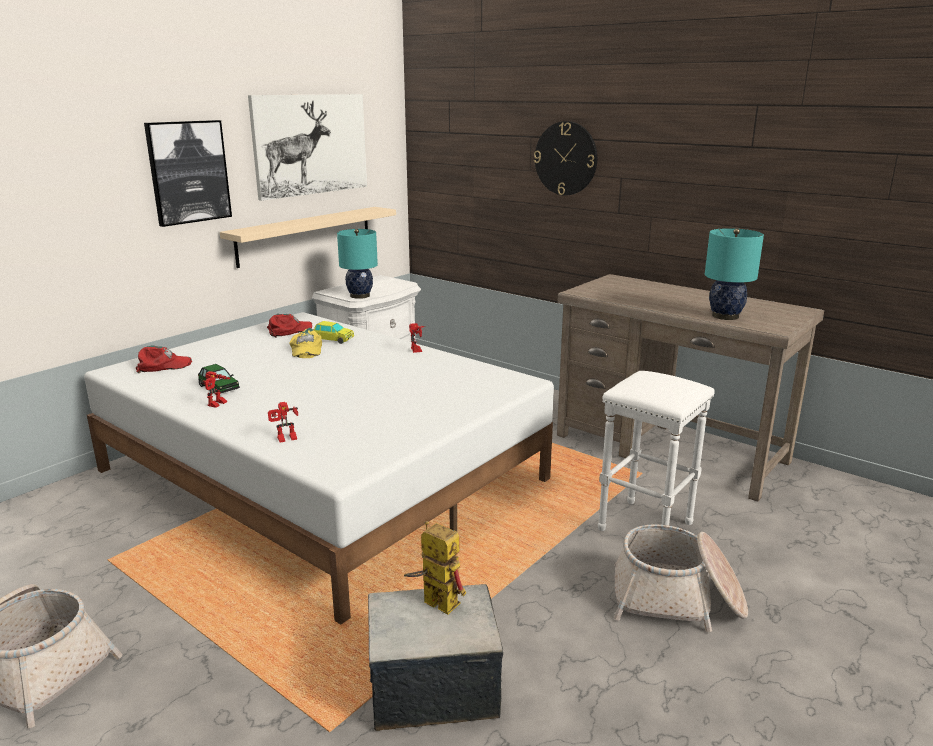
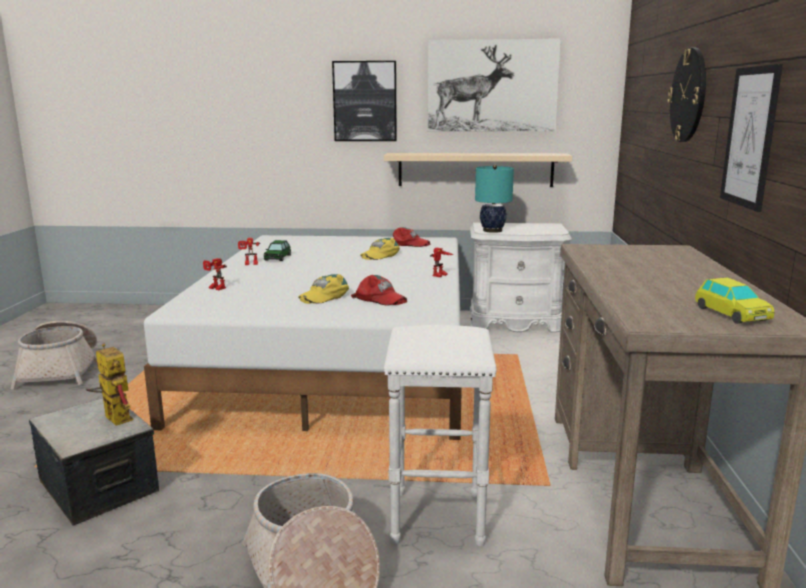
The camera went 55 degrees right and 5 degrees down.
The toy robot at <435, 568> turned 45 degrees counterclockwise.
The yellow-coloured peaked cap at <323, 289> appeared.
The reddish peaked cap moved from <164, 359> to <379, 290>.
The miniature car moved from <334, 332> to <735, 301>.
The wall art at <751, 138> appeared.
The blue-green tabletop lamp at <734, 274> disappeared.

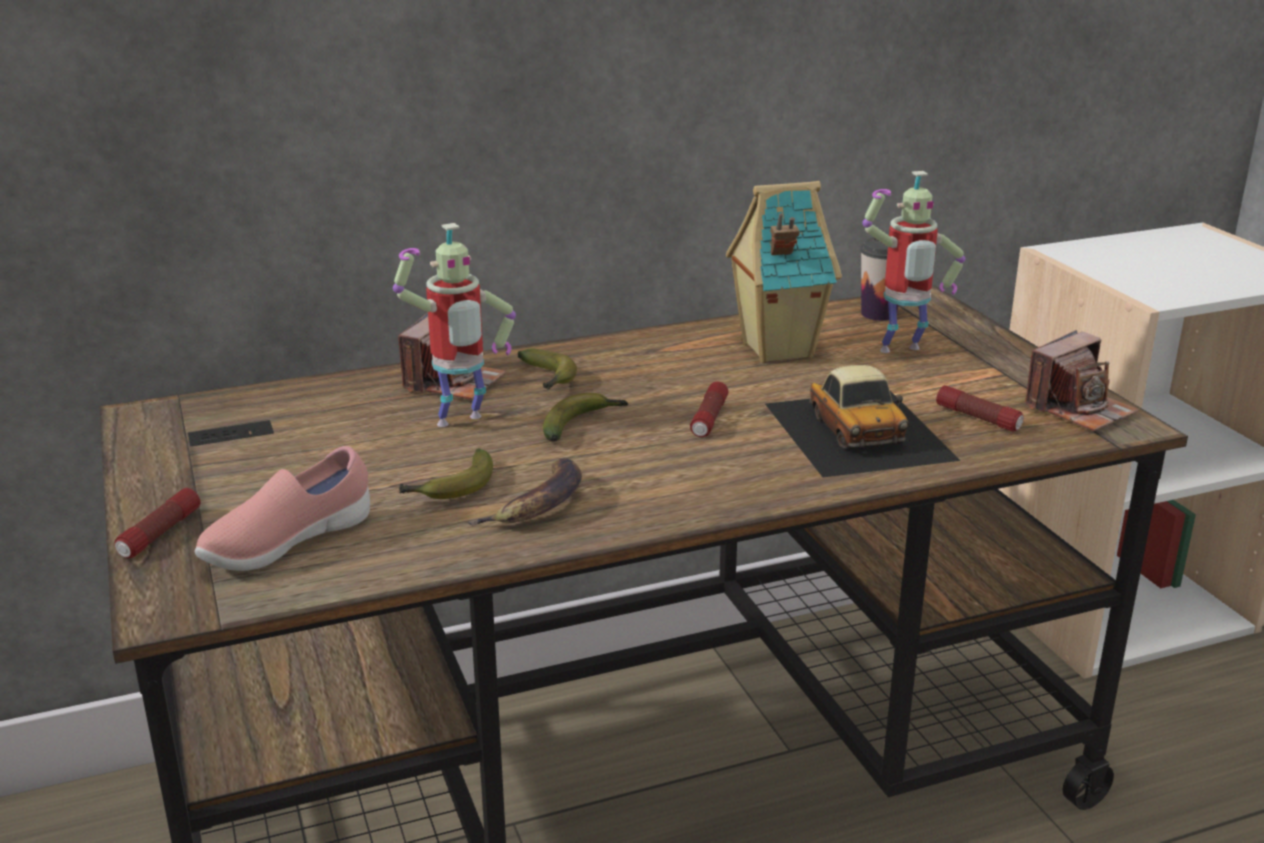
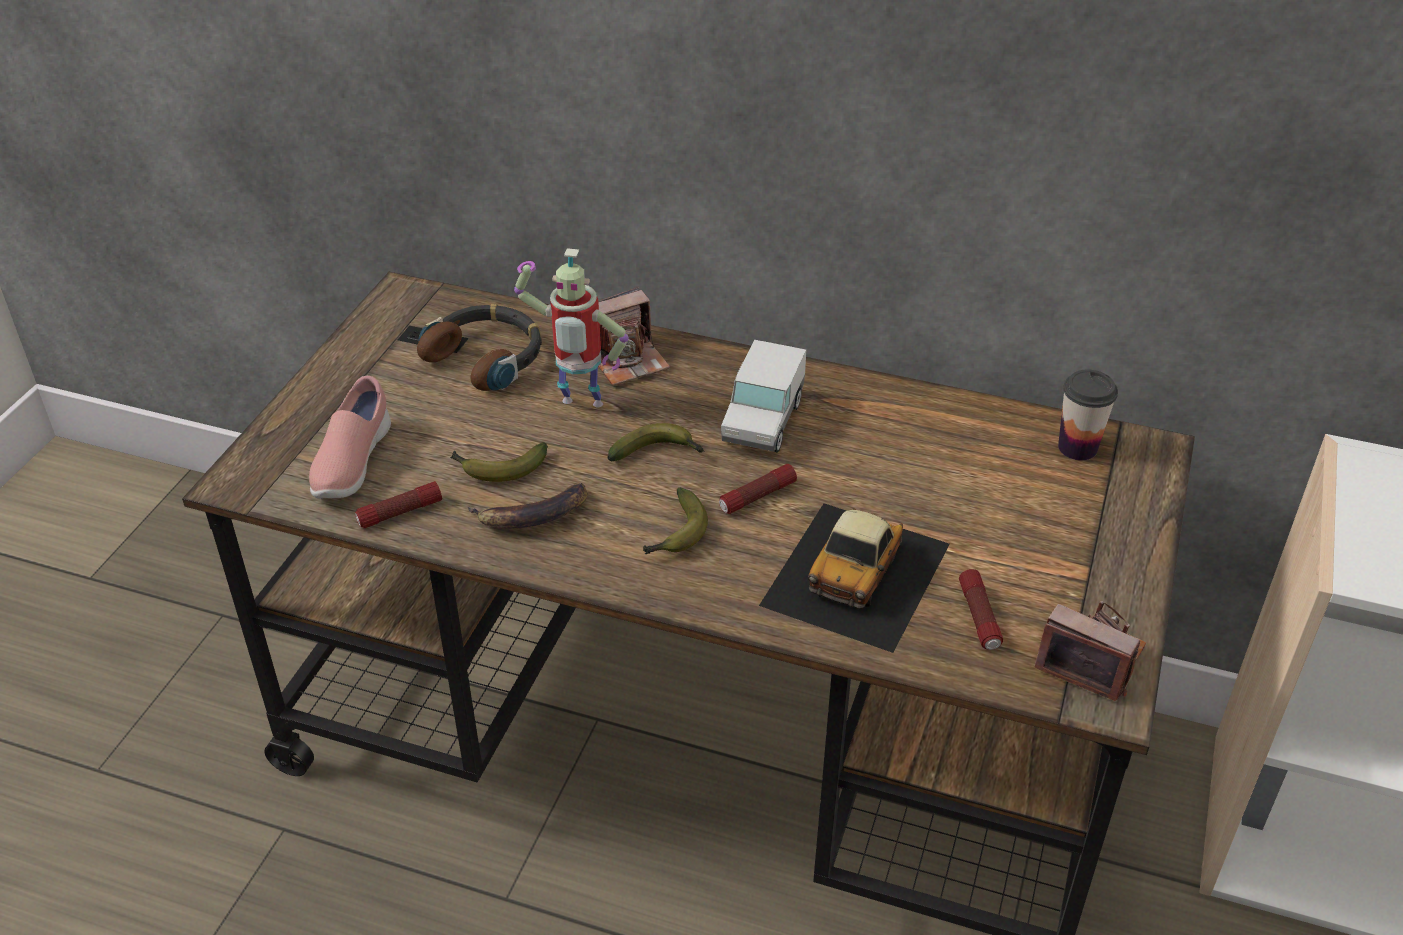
The camera went 40 degrees right and 15 degrees up.
The pink low shoe at <282, 508> turned 75 degrees counterclockwise.
The flashlight moved from <157, 523> to <398, 504>.
The pair of headphones at <479, 347> appeared.
The whole banana moved from <547, 369> to <675, 520>.
The toy lorry at <763, 396> appeared.
The photo camera at <1082, 380> turned 150 degrees counterclockwise.
The miniature house at <784, 272> disappeared.
The toy robot at <913, 262> disappeared.

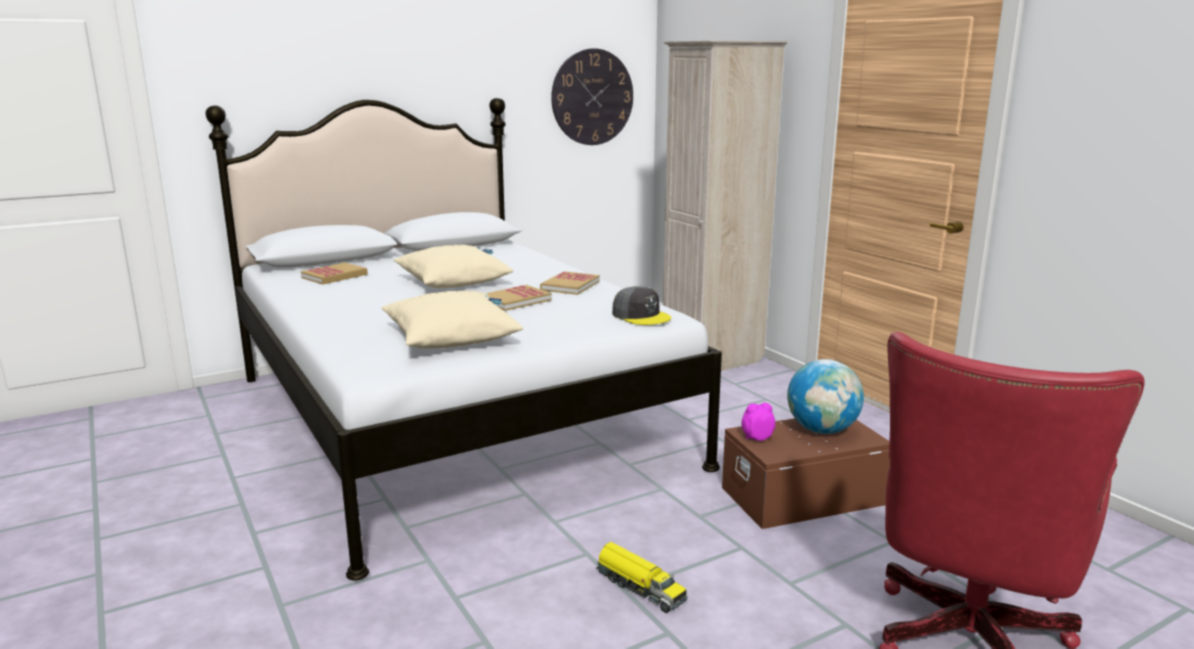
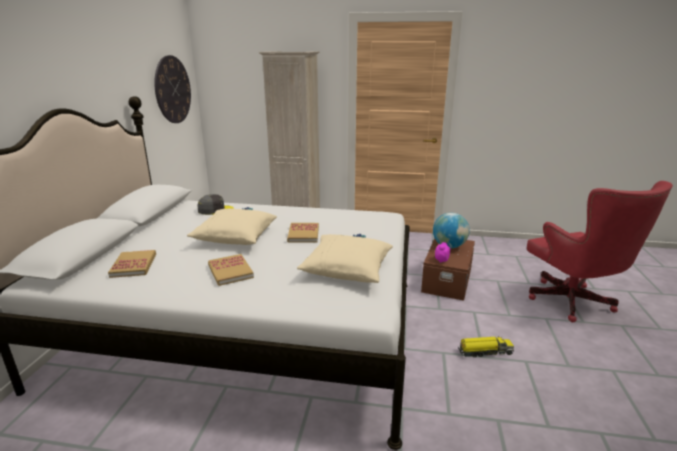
The camera went 50 degrees left and 5 degrees up.
The greyish peaked cap moved from <641, 305> to <215, 204>.
The volume moved from <569, 283> to <231, 270>.

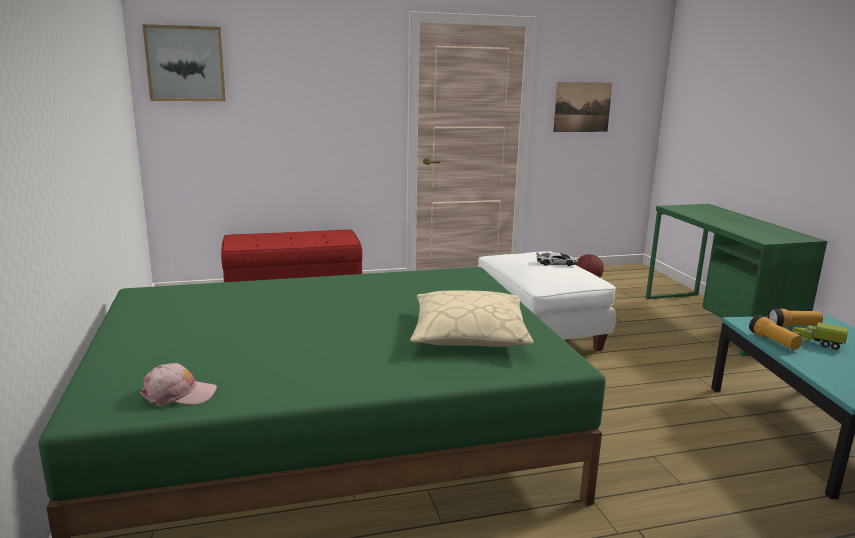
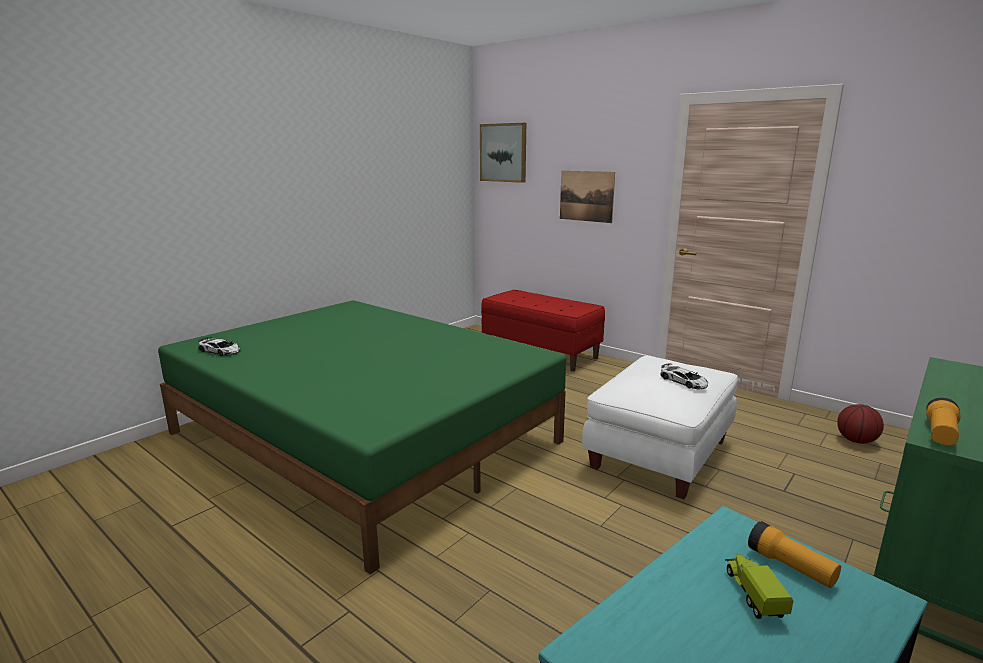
The camera went 55 degrees right and 0 degrees up.
The pink peaked cap at <178, 384> was replaced by the miniature car at <219, 346>.
The wall art moved from <582, 107> to <587, 197>.
The flashlight moved from <776, 332> to <943, 421>.
The beige cushion at <472, 319> disappeared.

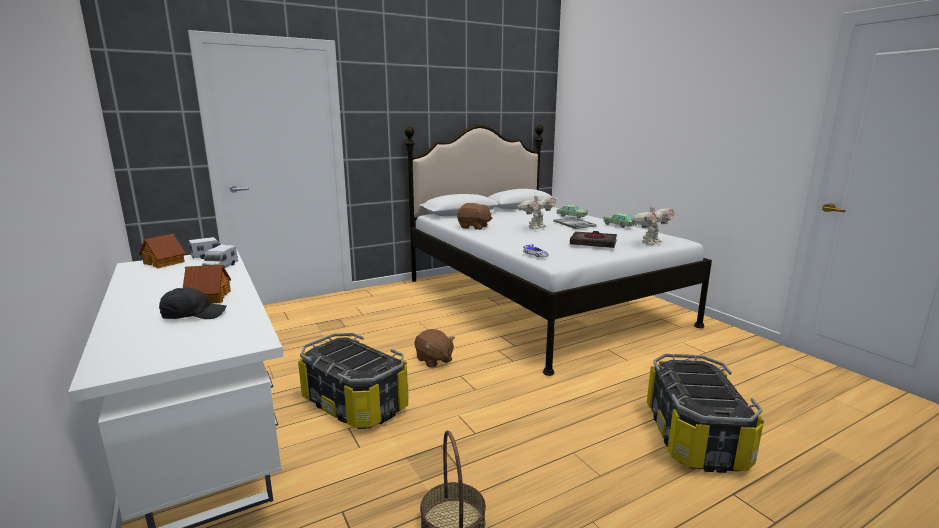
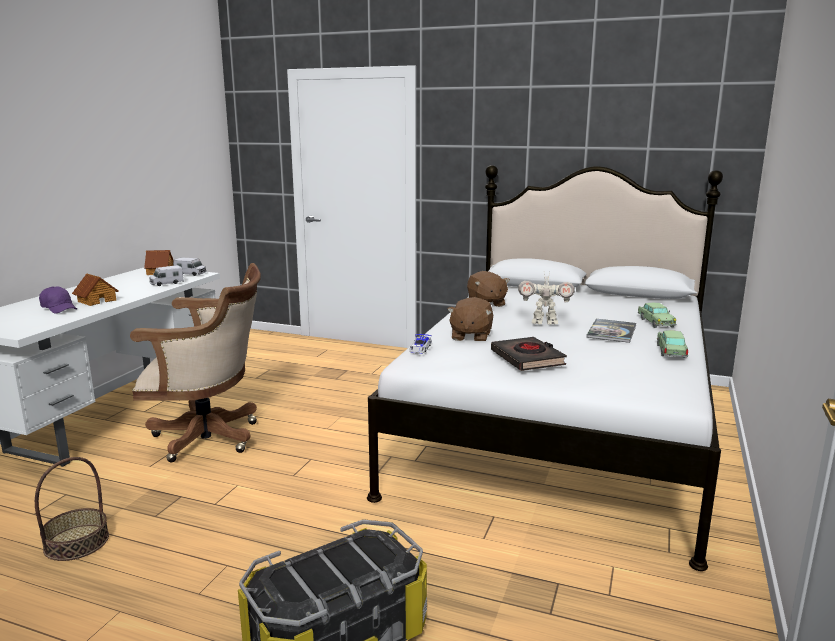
The camera went 50 degrees right and 0 degrees up.
The blackish peaked cap at <193, 303> became the purplish peaked cap at <58, 300>.
The storage box at <353, 381> was replaced by the desk chair at <195, 363>.
The brown-coloured plush toy moved from <435, 348> to <470, 319>.
The toy robot at <653, 224> disappeared.

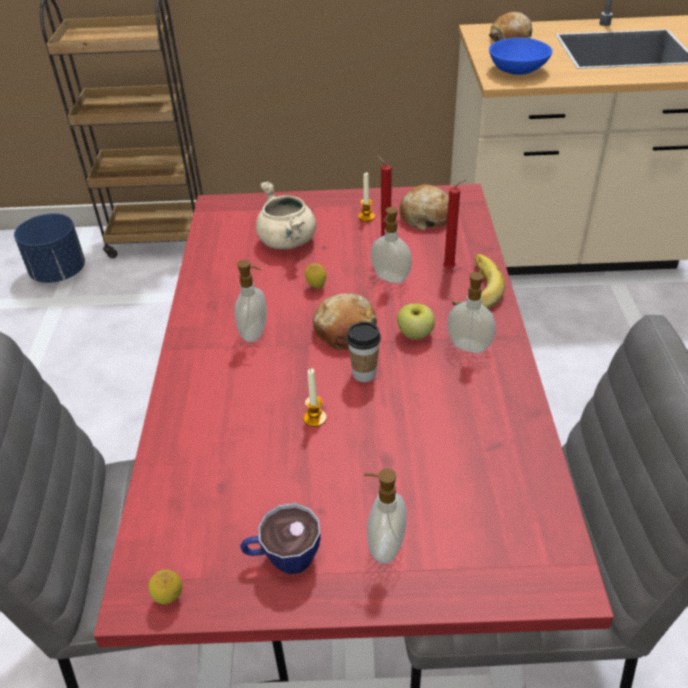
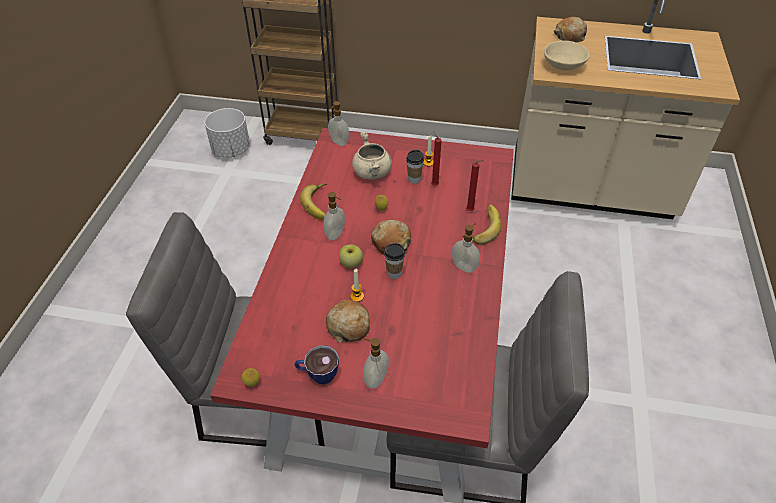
The camera went 10 degrees right and 5 degrees up.
The blue flower pot at <49, 248> became the white flower pot at <227, 132>.
The whole banana at <313, 201> appeared.
The bakery bread moved from <424, 207> to <348, 321>.
The soap dispenser moved from <391, 245> to <338, 123>.
The apple fruit moved from <416, 321> to <351, 256>.
The small cup at <415, 167> appeared.
The blue serving bowl at <520, 56> became the beige serving bowl at <567, 55>.

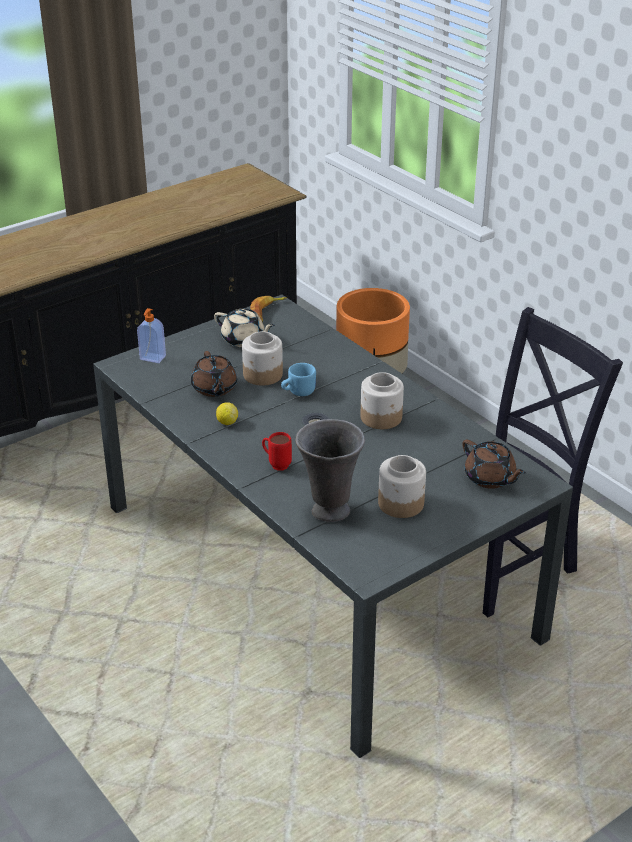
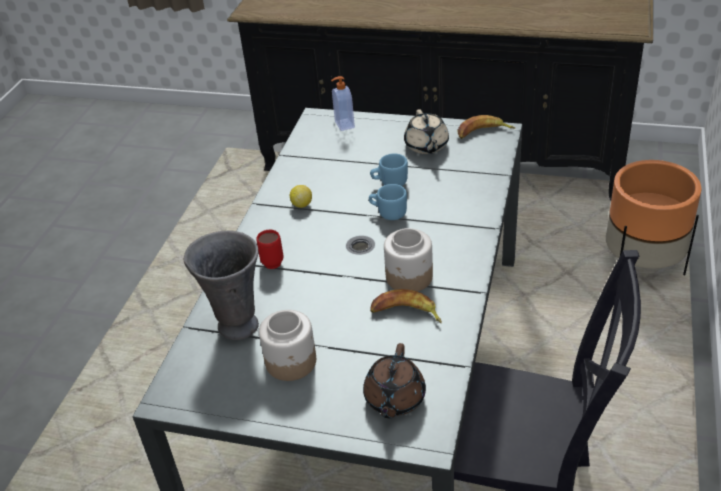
The camera went 55 degrees right and 5 degrees up.
The preserve jar at <262, 358> was replaced by the blue tea mug at <389, 170>.
The whole banana at <406, 306> appeared.
The brown-coloured pot for tea at <214, 374> disappeared.

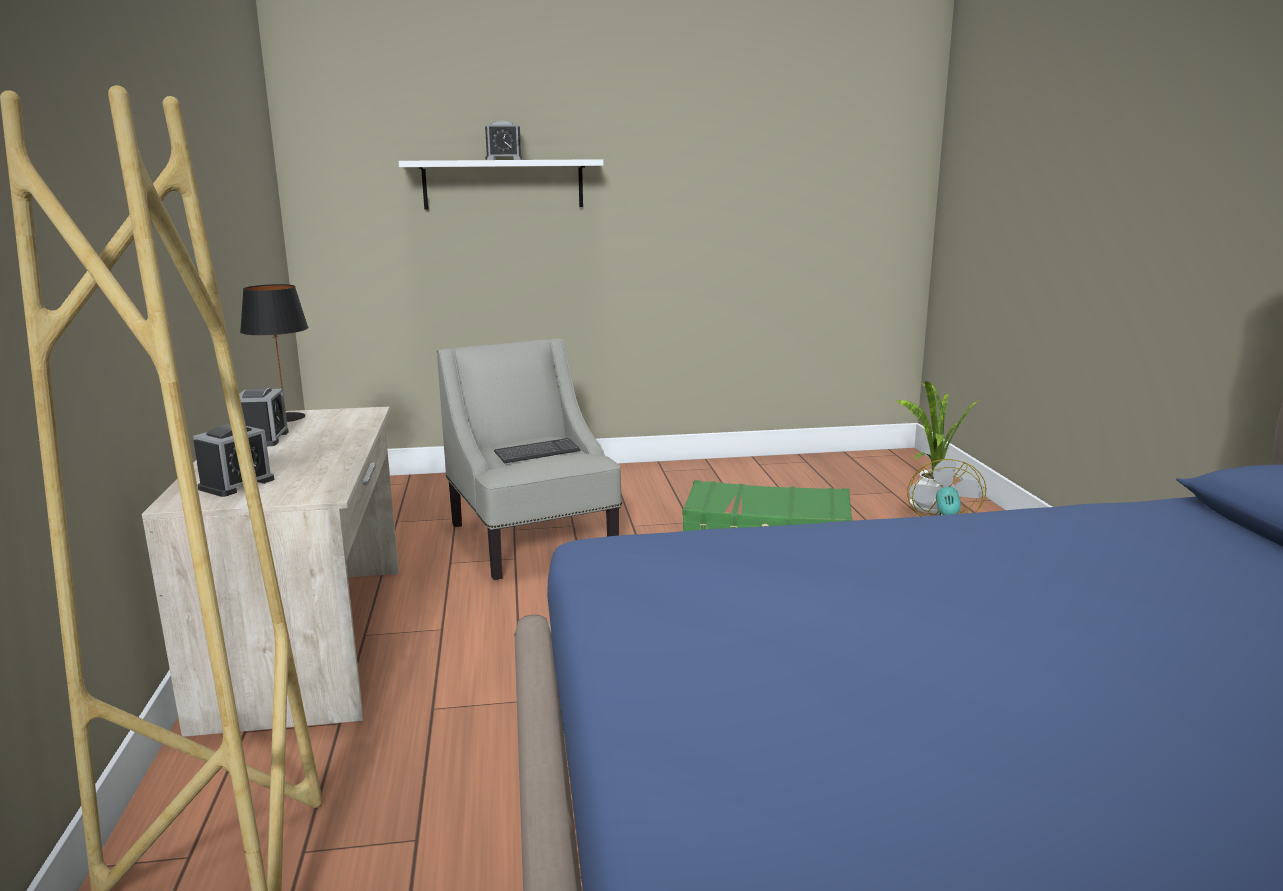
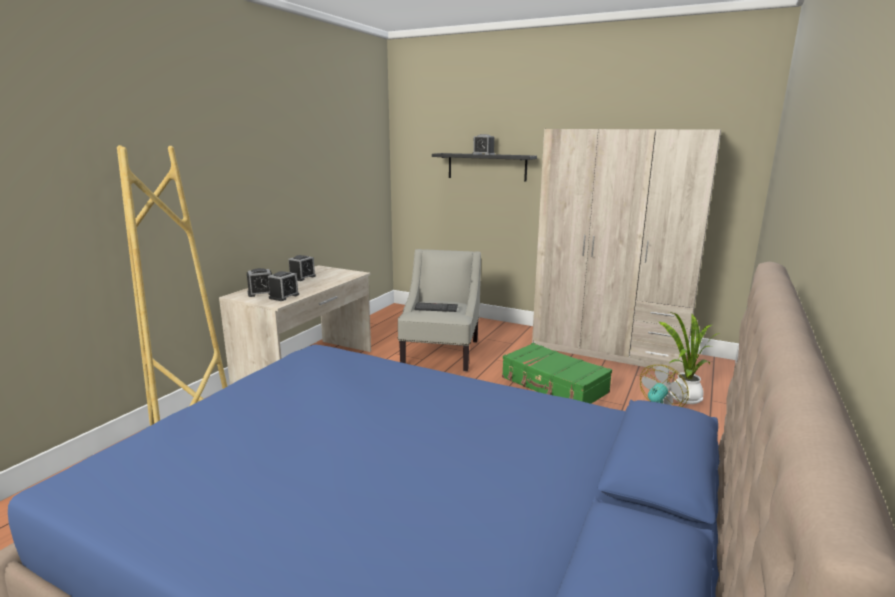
The camera went 35 degrees right and 0 degrees up.
The bedside clock at <283, 286> appeared.
The white wall shelf at <501, 184> became the blackish wall shelf at <484, 167>.
The beige wardrobe at <626, 251> appeared.
The blackish tabletop lamp at <274, 353> disappeared.

